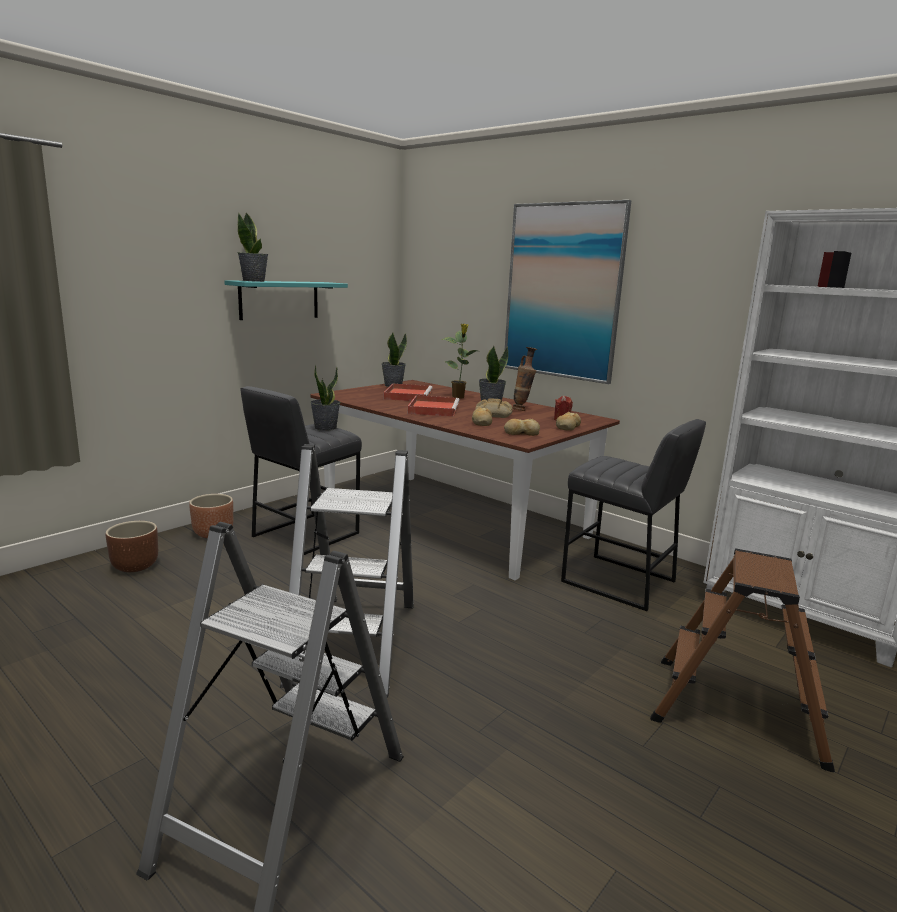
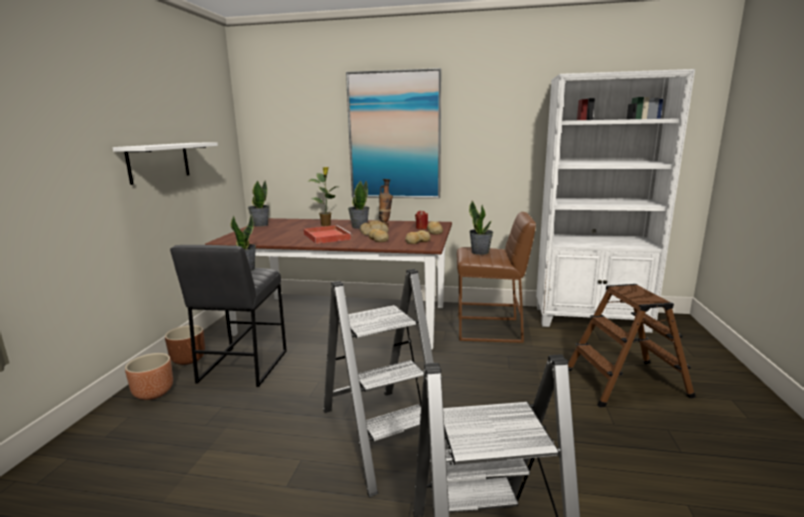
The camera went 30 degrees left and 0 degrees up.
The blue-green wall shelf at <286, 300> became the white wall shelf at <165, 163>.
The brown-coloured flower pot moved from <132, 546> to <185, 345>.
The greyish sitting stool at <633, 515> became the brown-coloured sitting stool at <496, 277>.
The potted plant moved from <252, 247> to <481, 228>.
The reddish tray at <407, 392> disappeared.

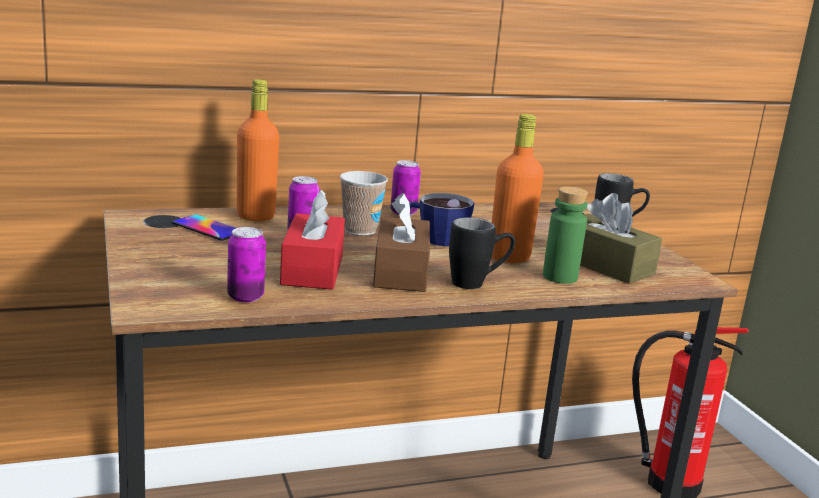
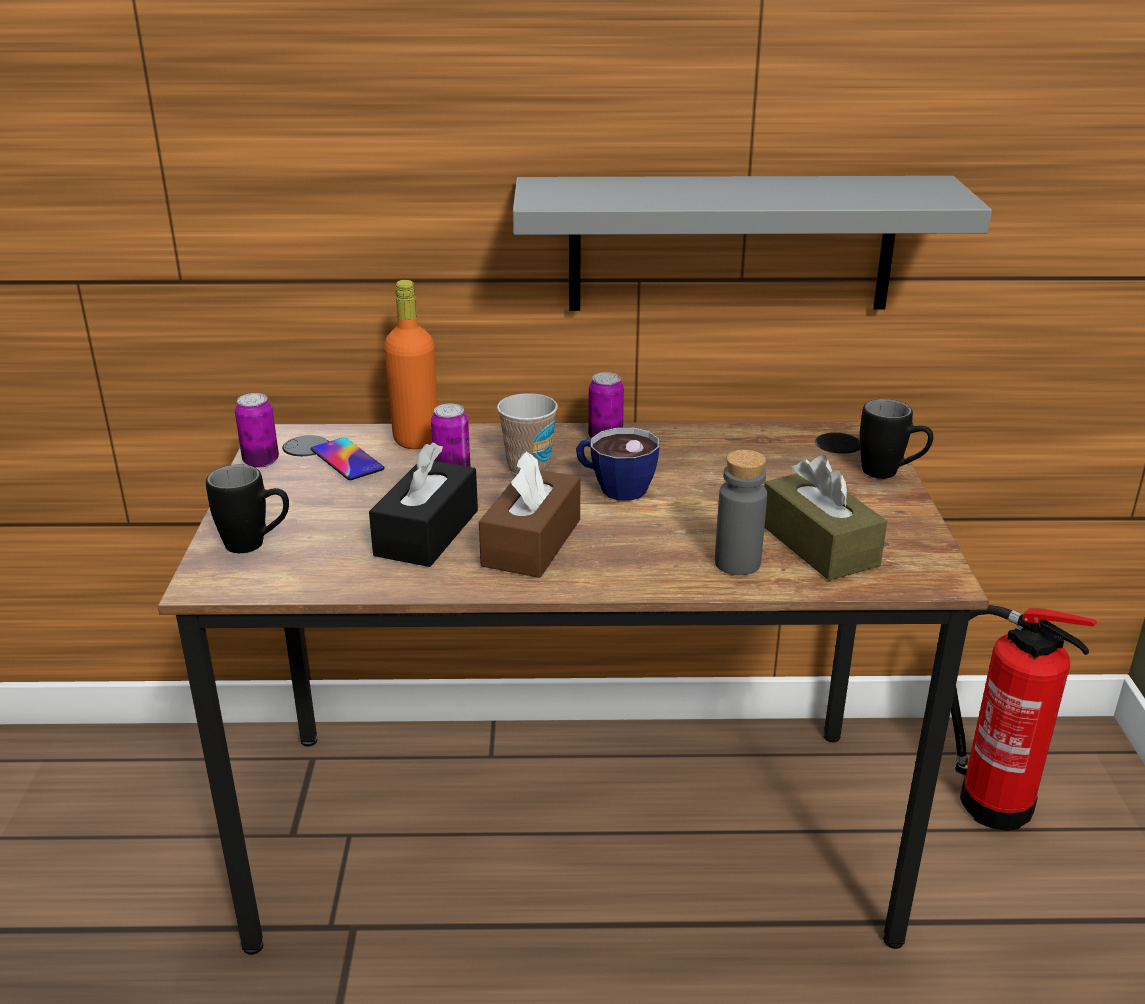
The camera went 20 degrees right and 10 degrees up.
The blackish tea mug moved from <482, 253> to <247, 508>.
The sealed can moved from <246, 265> to <257, 430>.
The reddish box of tissues at <312, 240> became the blackish box of tissues at <423, 504>.
The greyish wall shelf at <752, 243> appeared.
The green drink bottle at <565, 235> became the greyish drink bottle at <741, 512>.
The orangey drink bottle at <518, 188> disappeared.

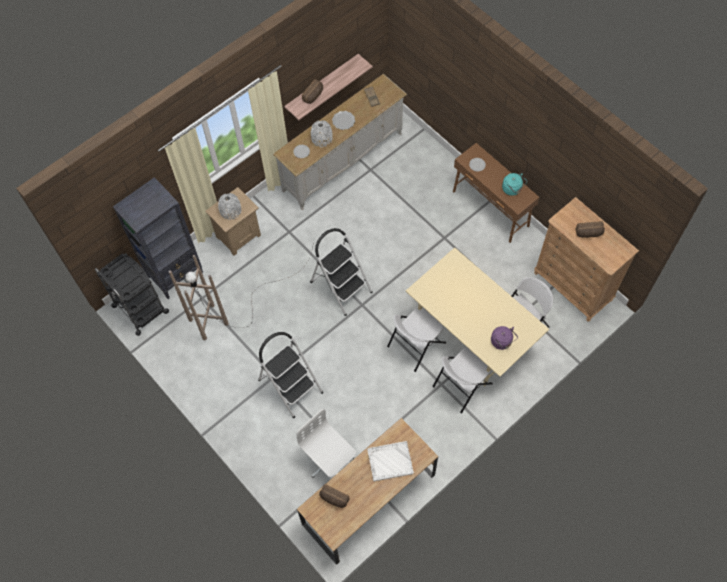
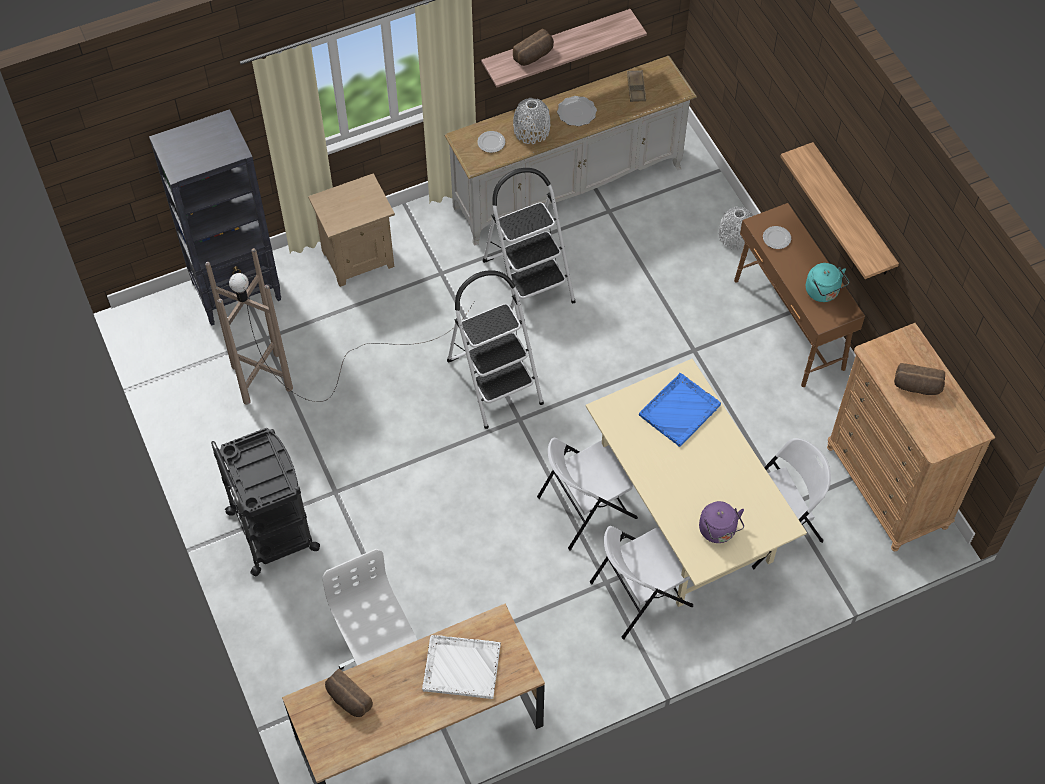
The camera went 15 degrees right and 5 degrees down.
The blackish cart moved from <132, 294> to <265, 502>.
The step ladder moved from <290, 375> to <529, 246>.
The blue tray at <680, 410> appeared.
The greyish decorative vase moved from <229, 206> to <736, 228>.
The wall shelf at <839, 210> appeared.

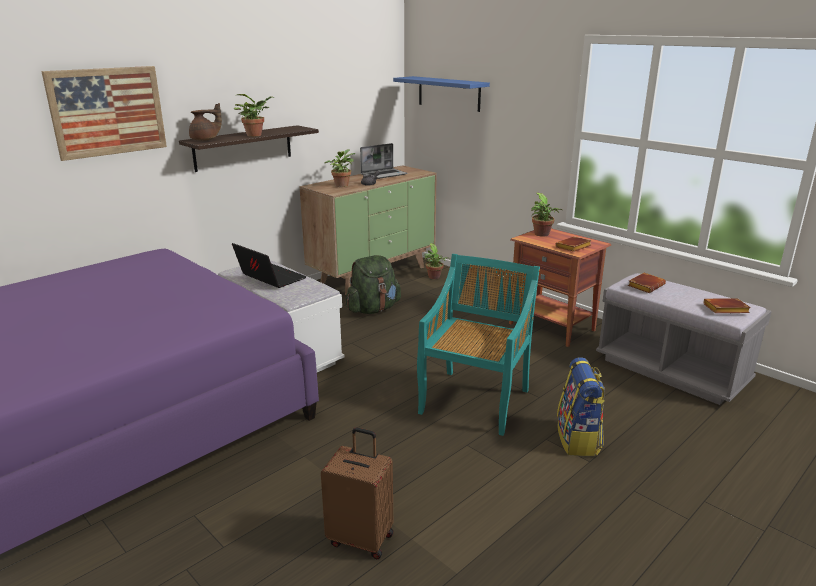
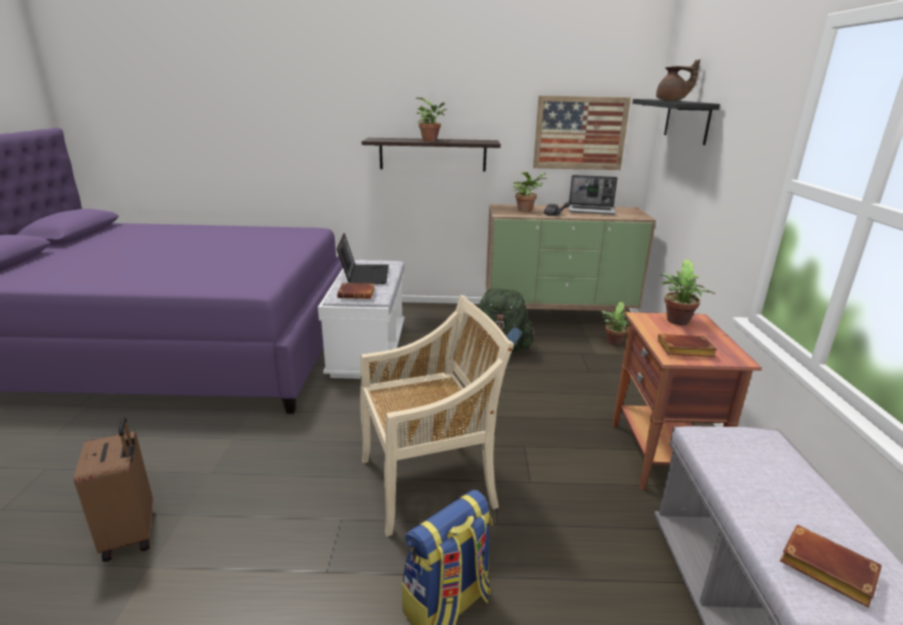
The camera went 45 degrees right and 0 degrees up.
The brown-coloured volume moved from <647, 283> to <356, 291>.
The blue-green upright chair at <478, 345> became the beige upright chair at <437, 416>.
The wall art moved from <104, 113> to <582, 132>.
The blue wall shelf at <441, 94> became the blackish wall shelf at <676, 122>.
The brown-coloured pot for tea moved from <205, 122> to <678, 80>.

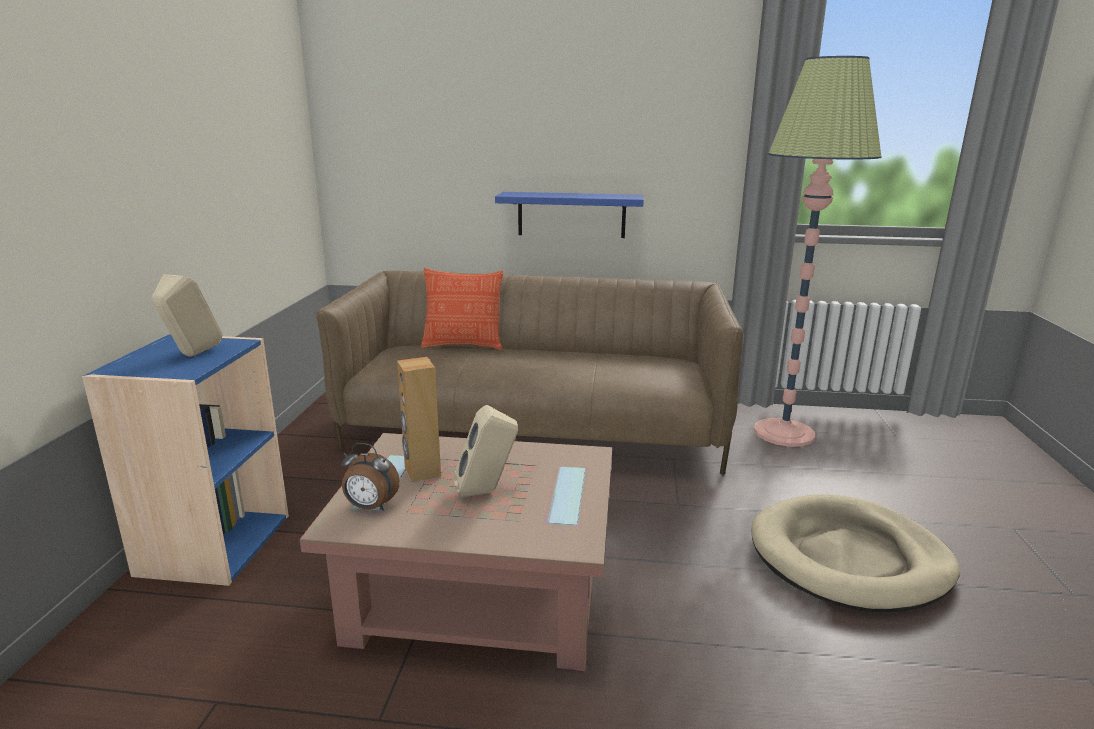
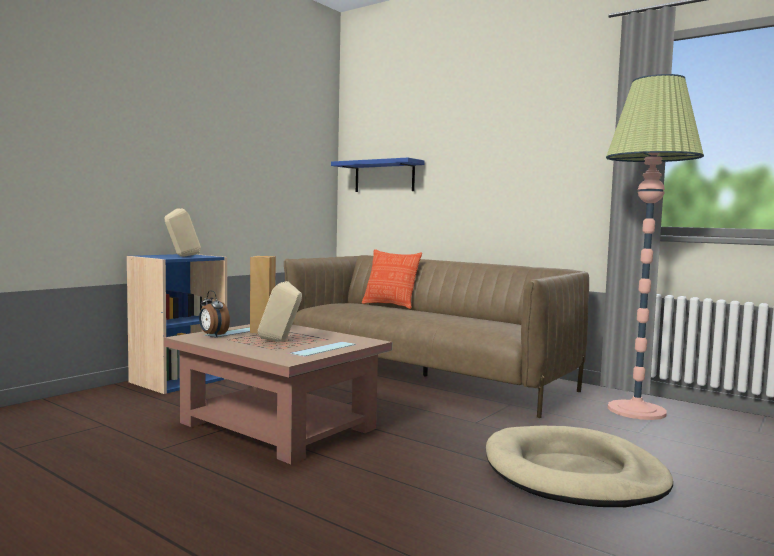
The camera went 30 degrees right and 15 degrees down.
The blue wall shelf moved from <569, 215> to <378, 175>.

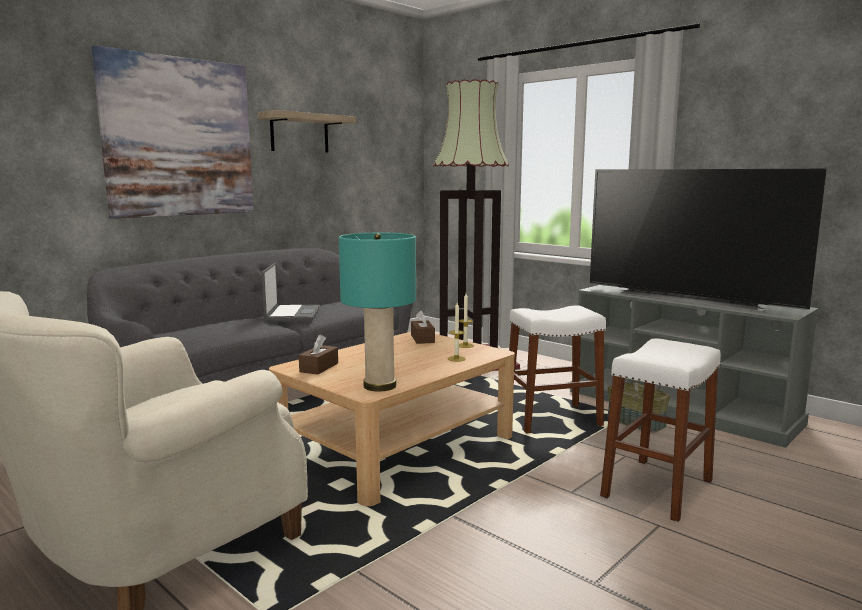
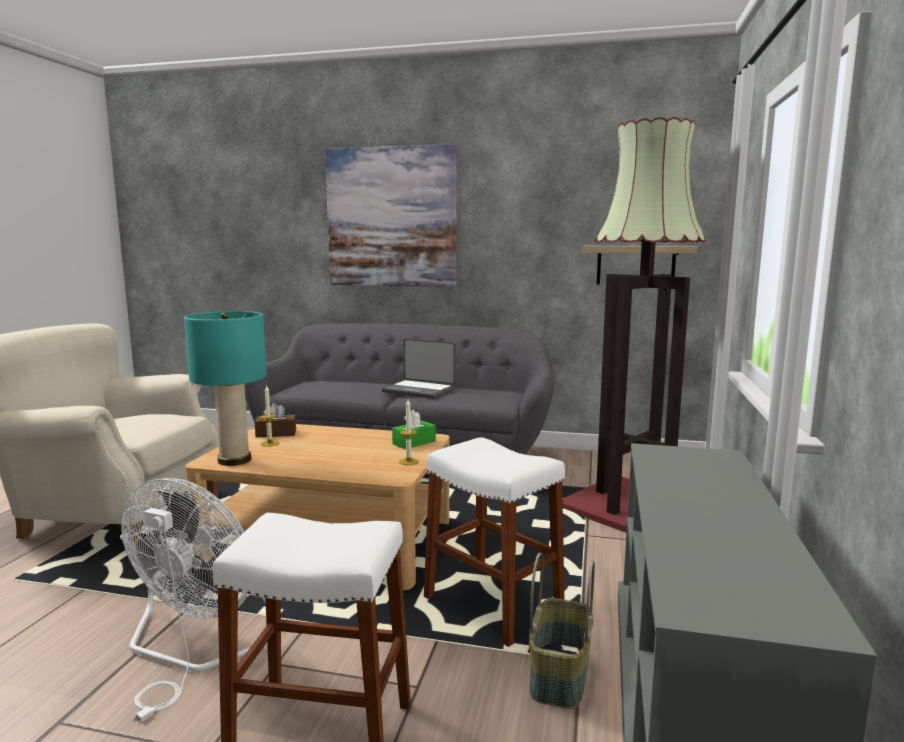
The camera went 60 degrees right and 0 degrees up.
The white electric fan at <194, 600> appeared.
The candle moved from <457, 332> to <270, 416>.
The laptop at <291, 292> turned 60 degrees clockwise.
The brown-coloured box of tissues at <423, 327> became the green box of tissues at <414, 429>.
The wall shelf moved from <307, 131> to <639, 265>.
The television at <708, 240> disappeared.

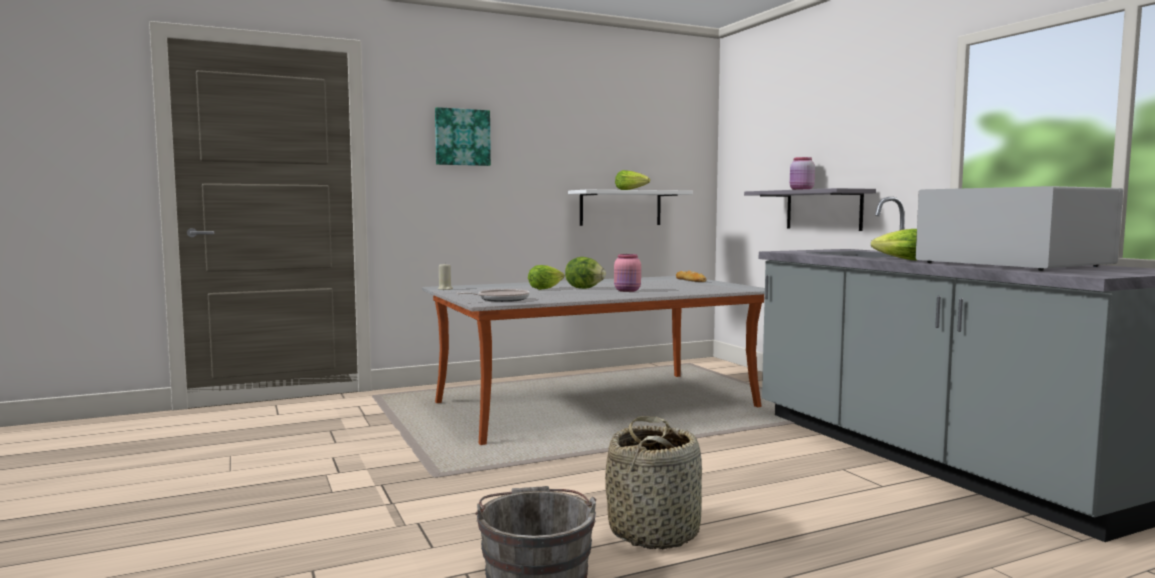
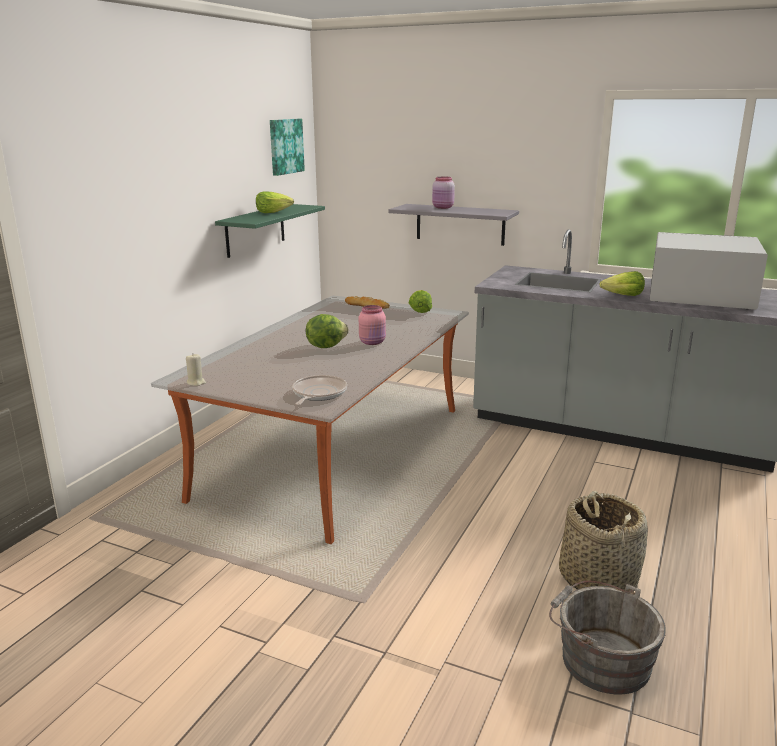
The camera went 40 degrees left and 15 degrees up.
The white wall shelf at <630, 207> became the green wall shelf at <270, 231>.
The wall art moved from <463, 136> to <287, 147>.
The head of lettuce moved from <546, 277> to <420, 301>.

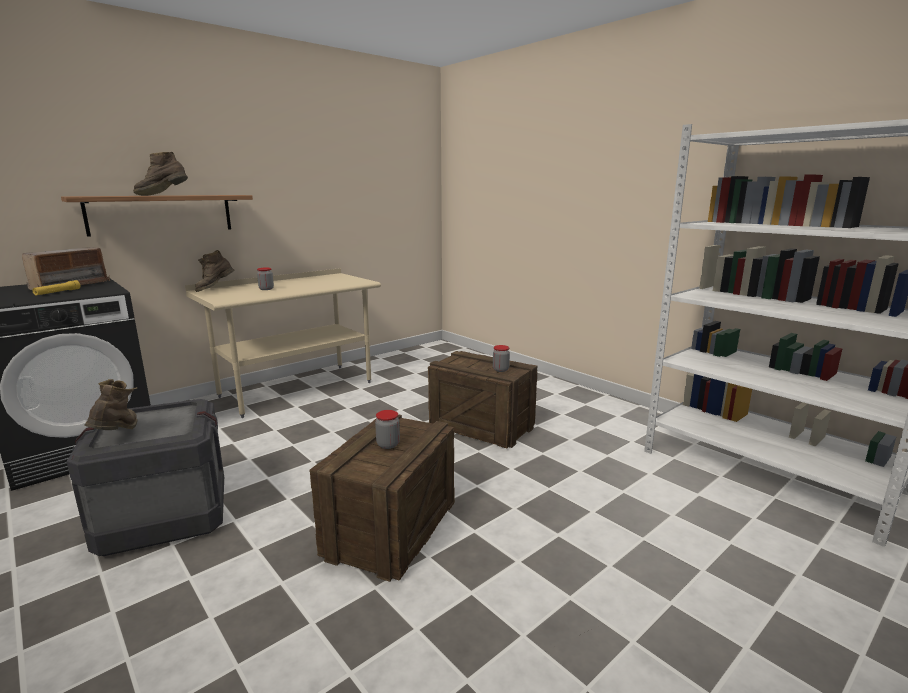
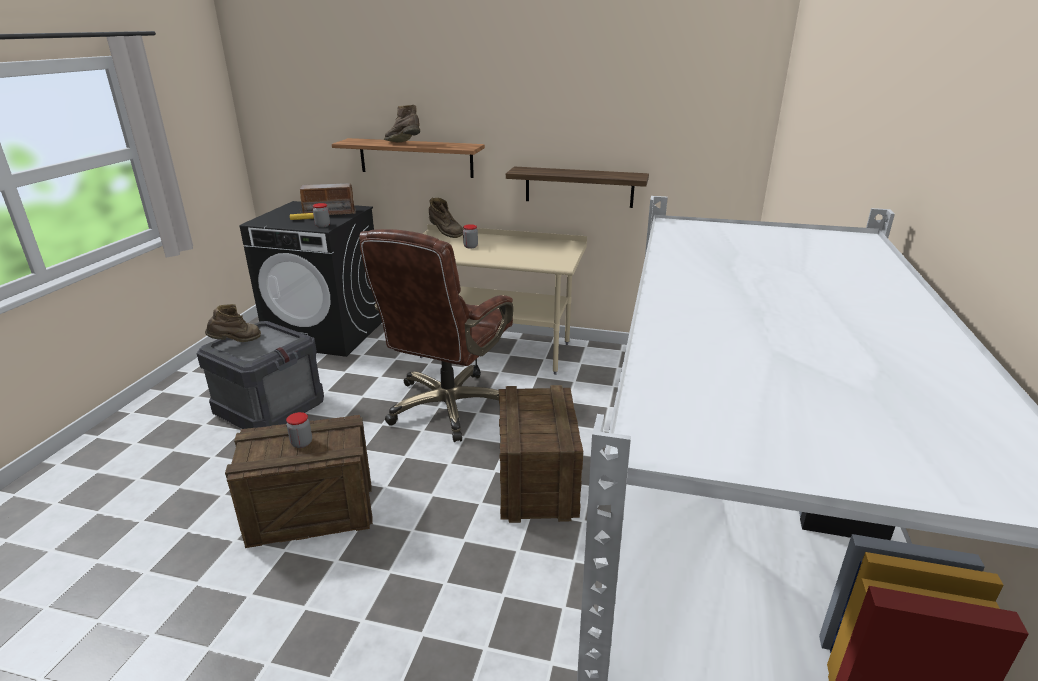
The camera went 55 degrees right and 10 degrees up.
The preserve jar moved from <501, 358> to <321, 215>.
The brown-coloured desk chair at <436, 335> appeared.
The brown-coloured boot at <214, 271> turned 135 degrees counterclockwise.
The wall shelf at <577, 187> appeared.

